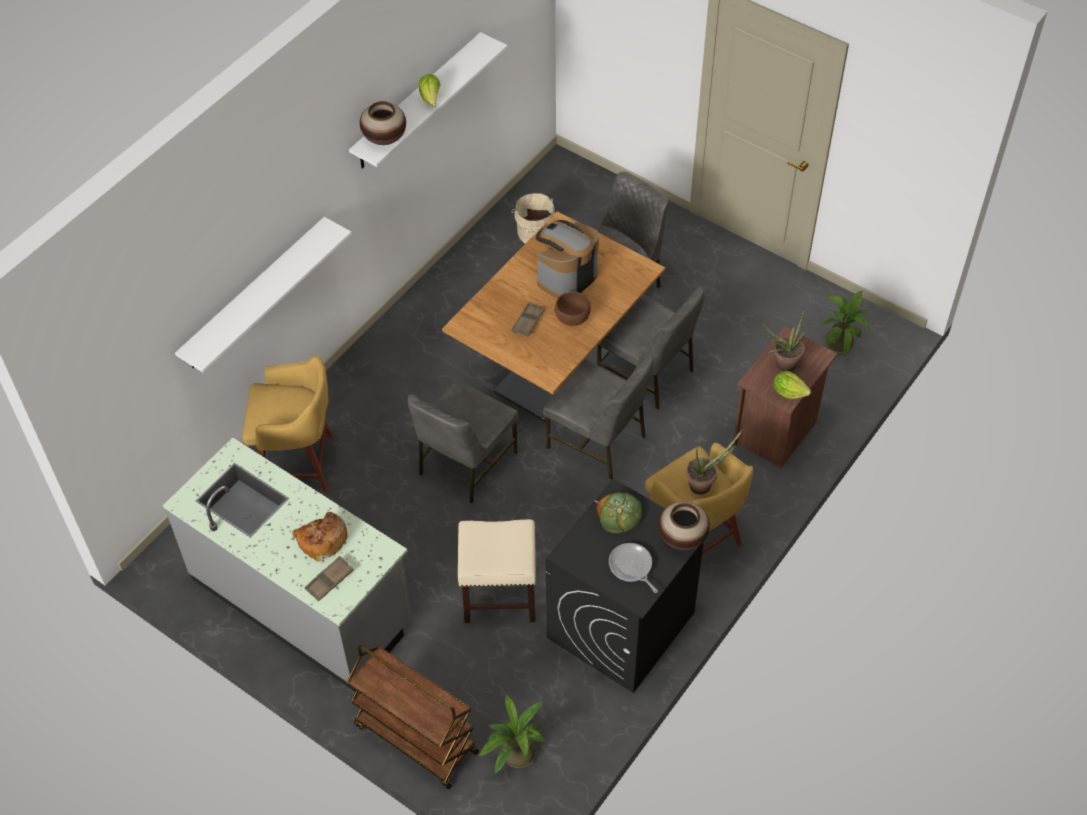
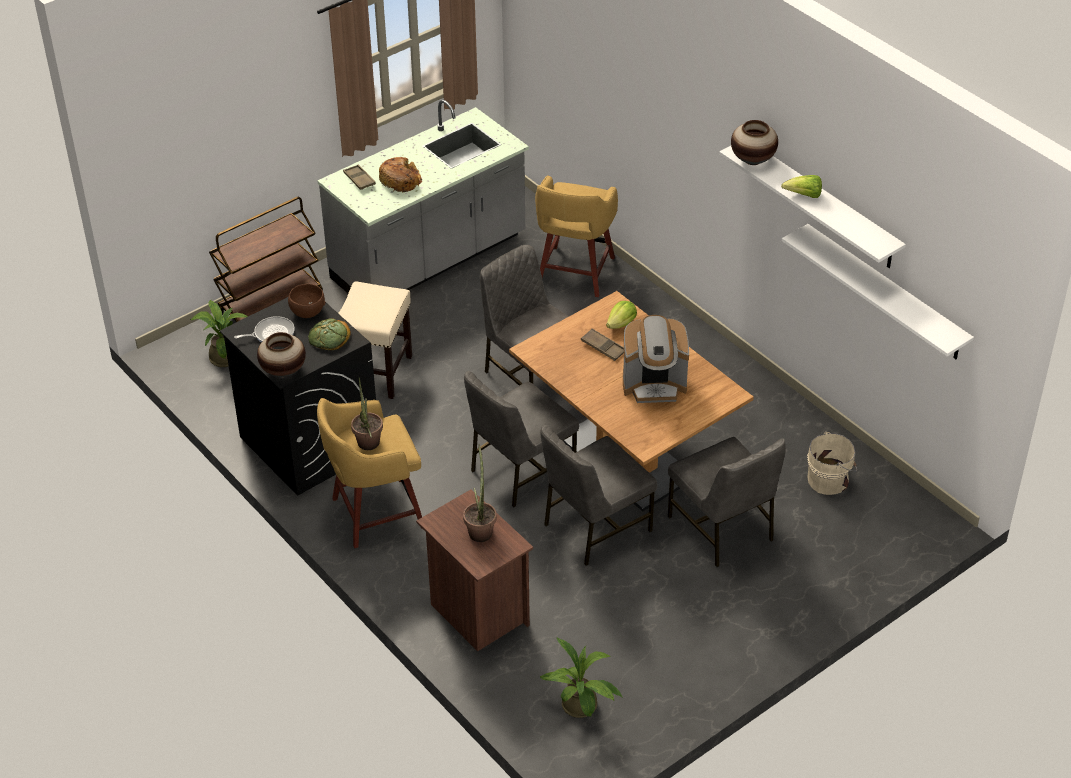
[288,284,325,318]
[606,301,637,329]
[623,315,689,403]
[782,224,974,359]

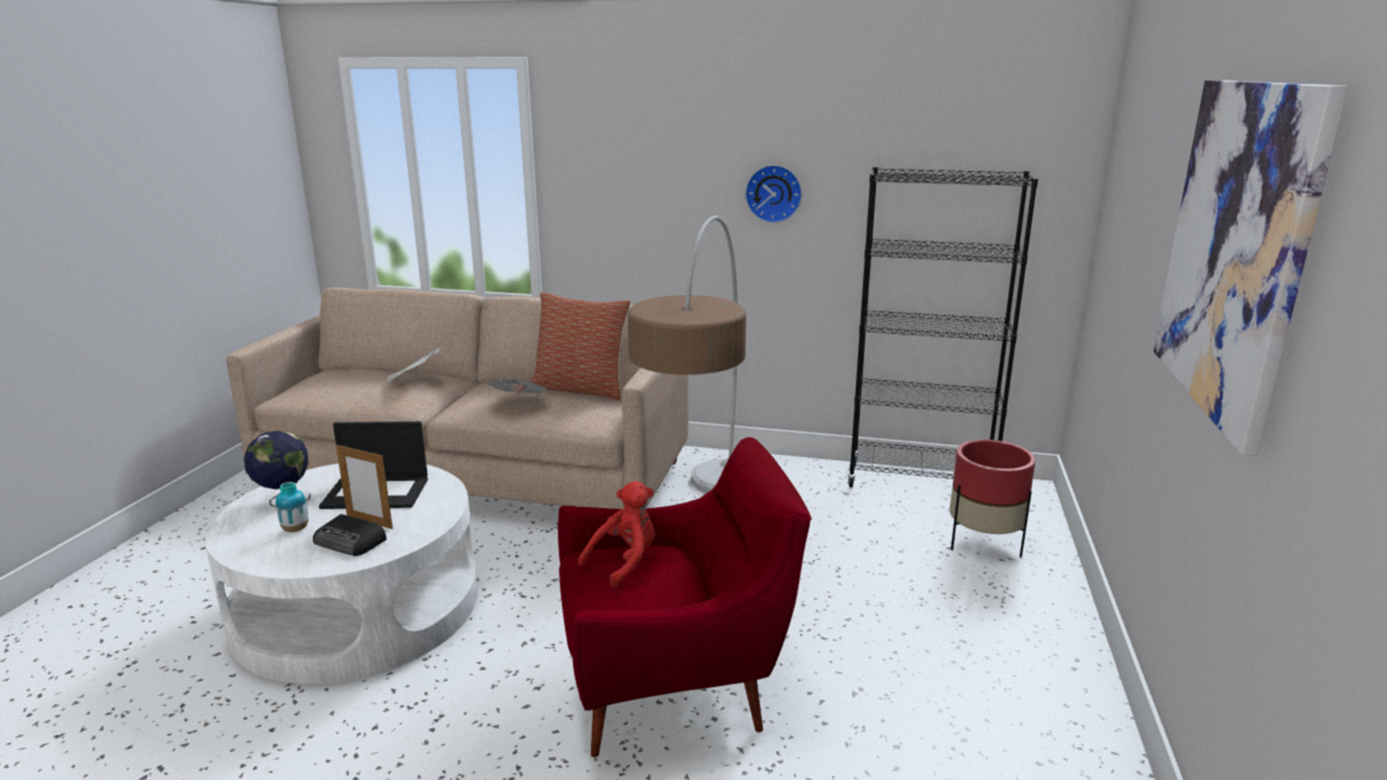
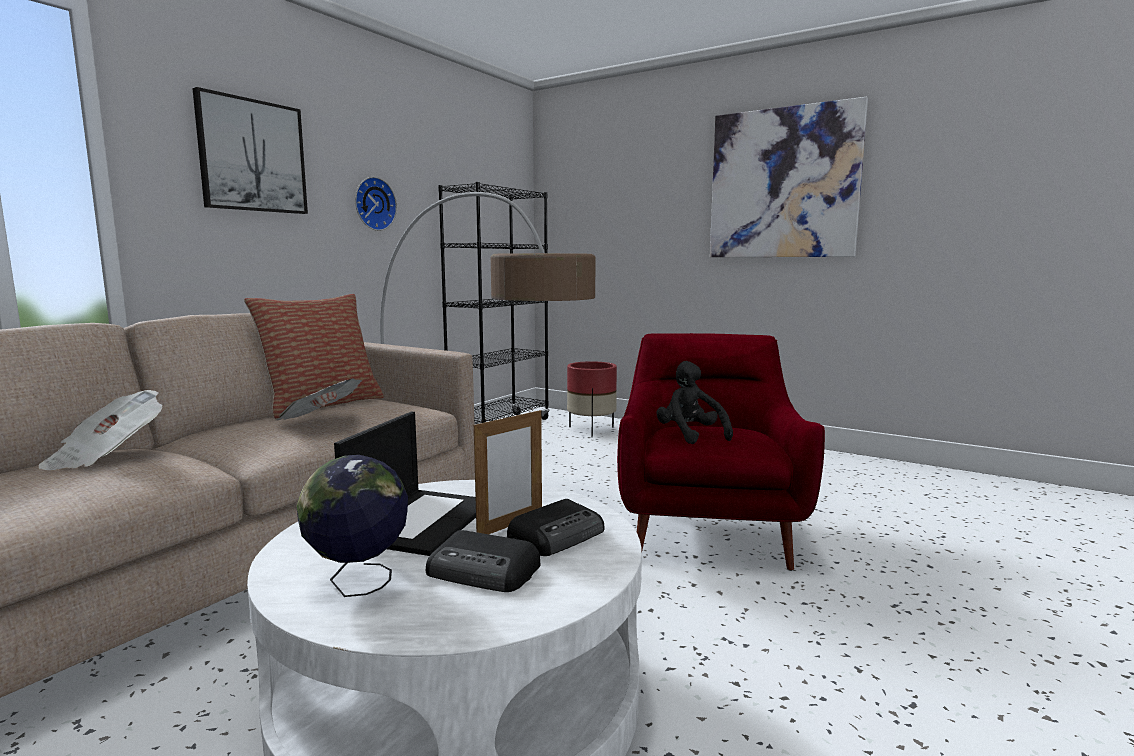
[192,87,308,214]
[426,530,540,592]
[656,361,733,444]

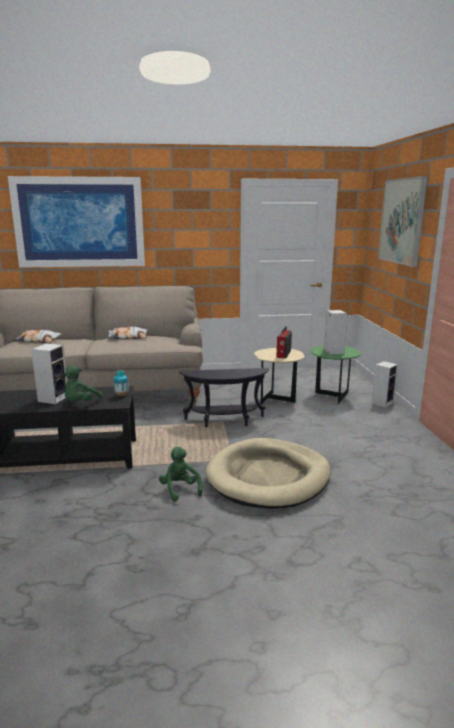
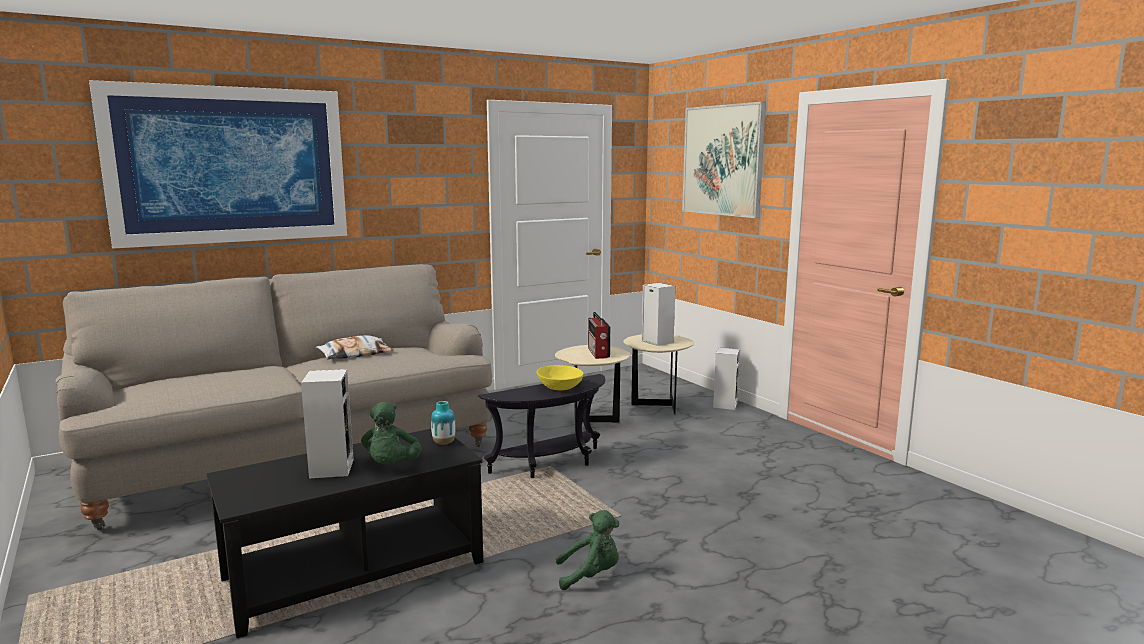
[537,365,583,391]
[556,510,619,590]
[623,334,694,415]
[13,330,62,343] (first image)
[205,438,331,509] (first image)

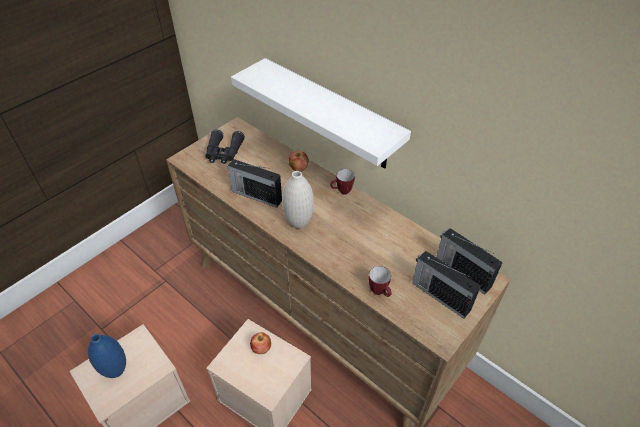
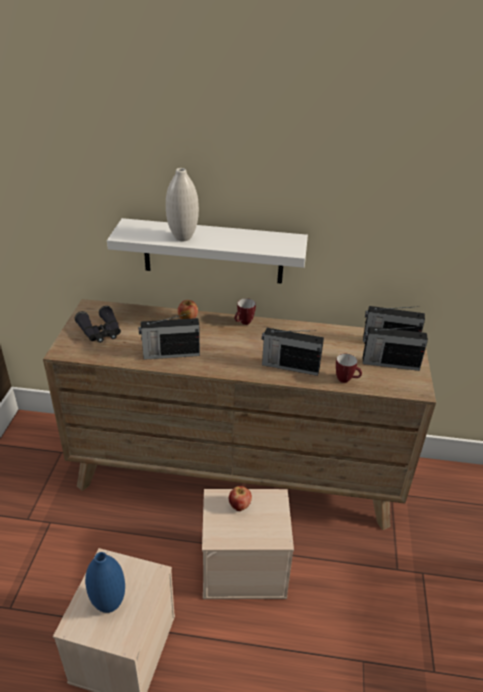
[166,168,199,241]
[262,328,324,376]

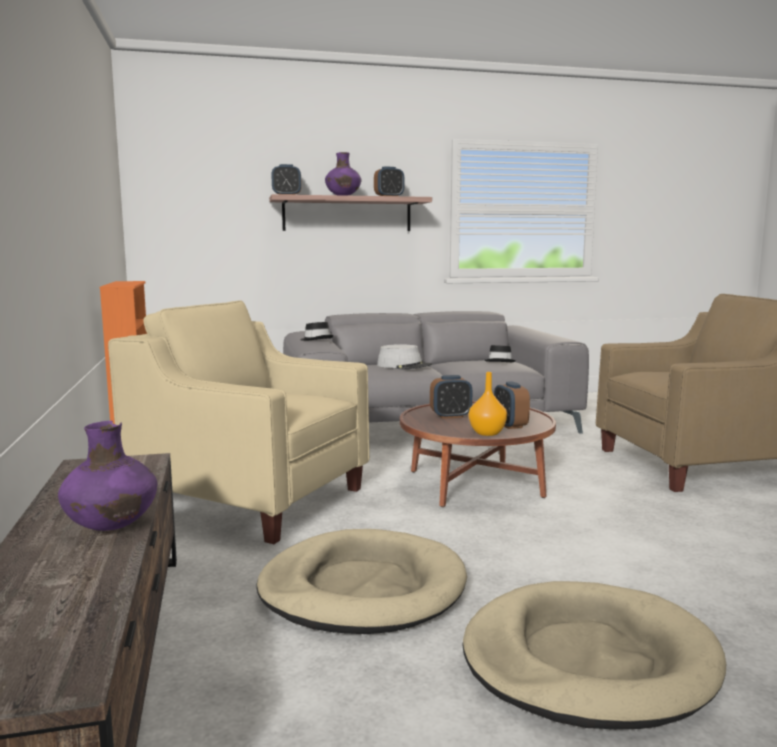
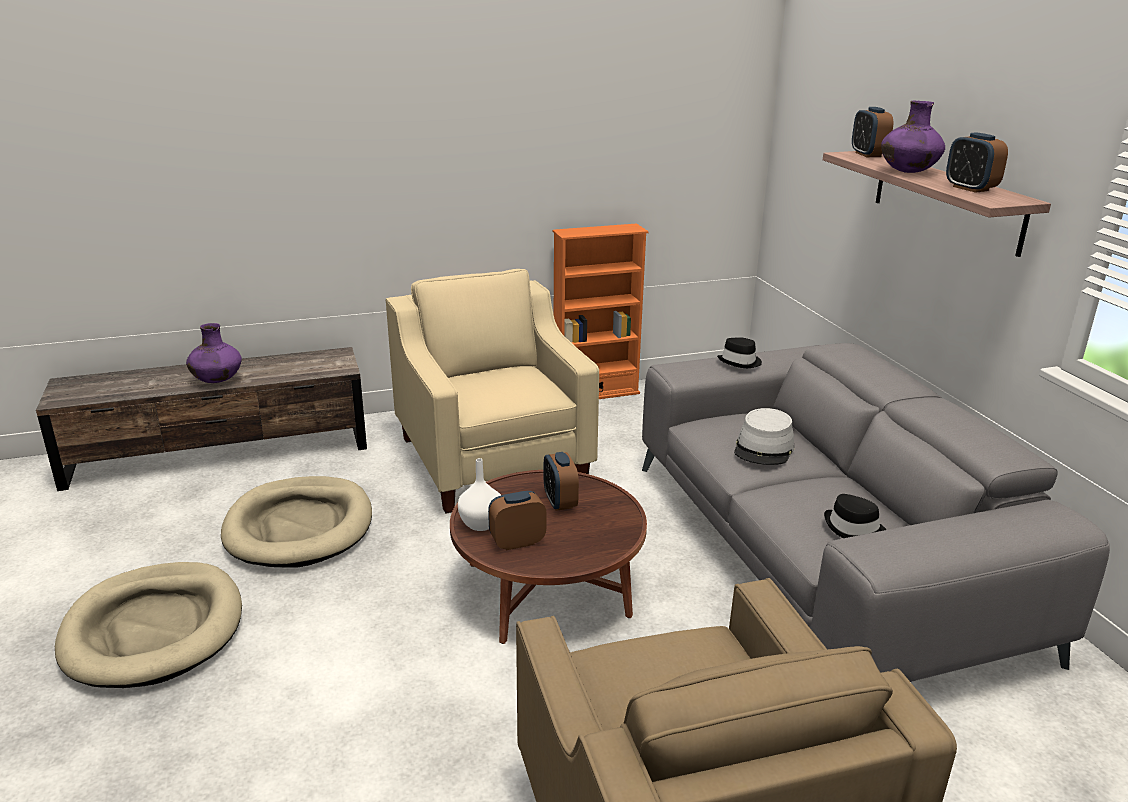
[386,269,599,514]
[458,458,501,531]

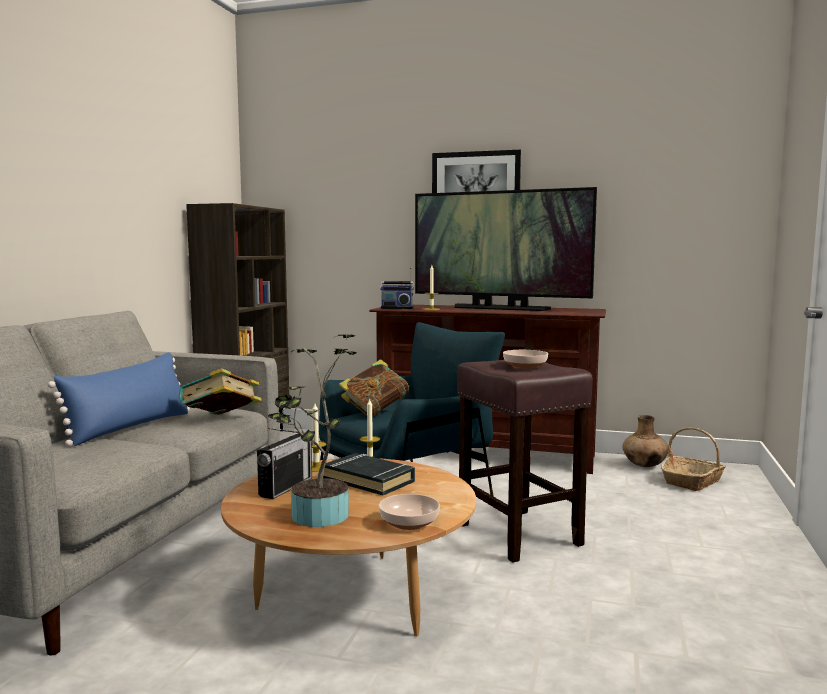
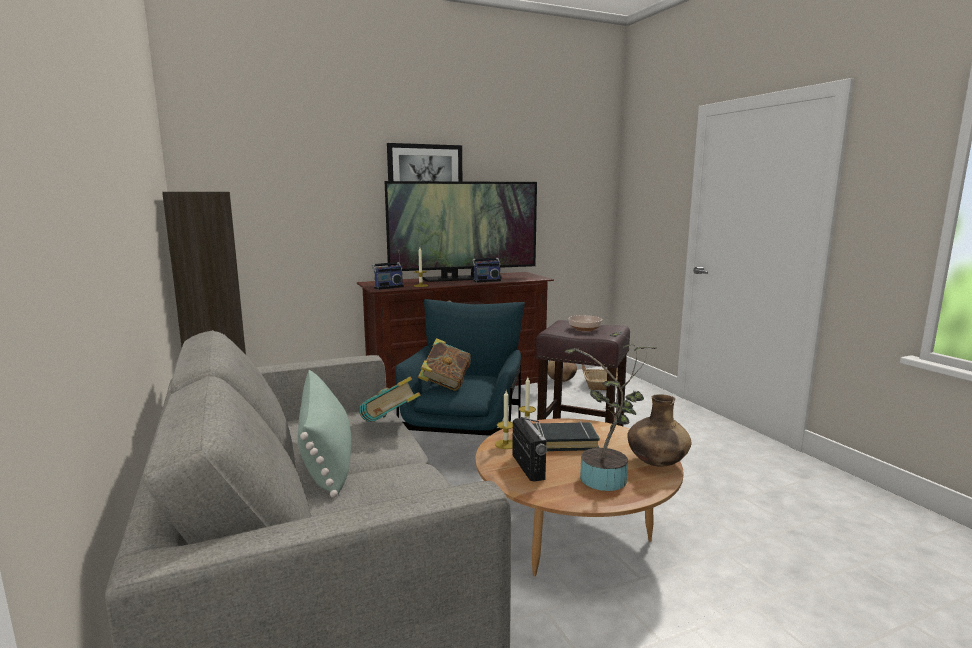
[298,370,351,498]
[472,246,501,283]
[627,394,691,466]

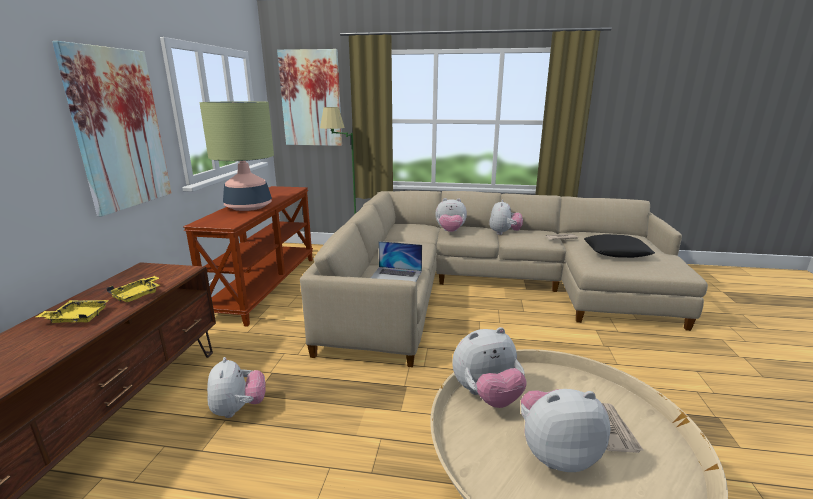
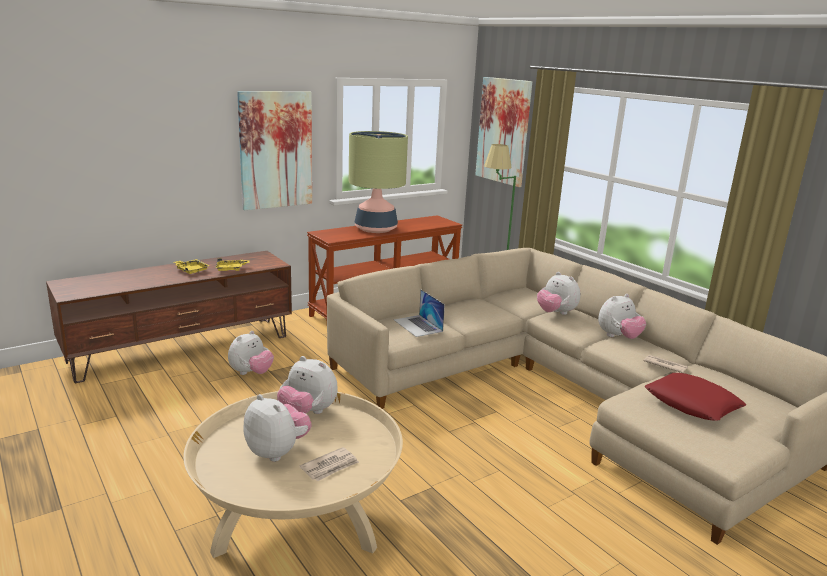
[645,373,746,421]

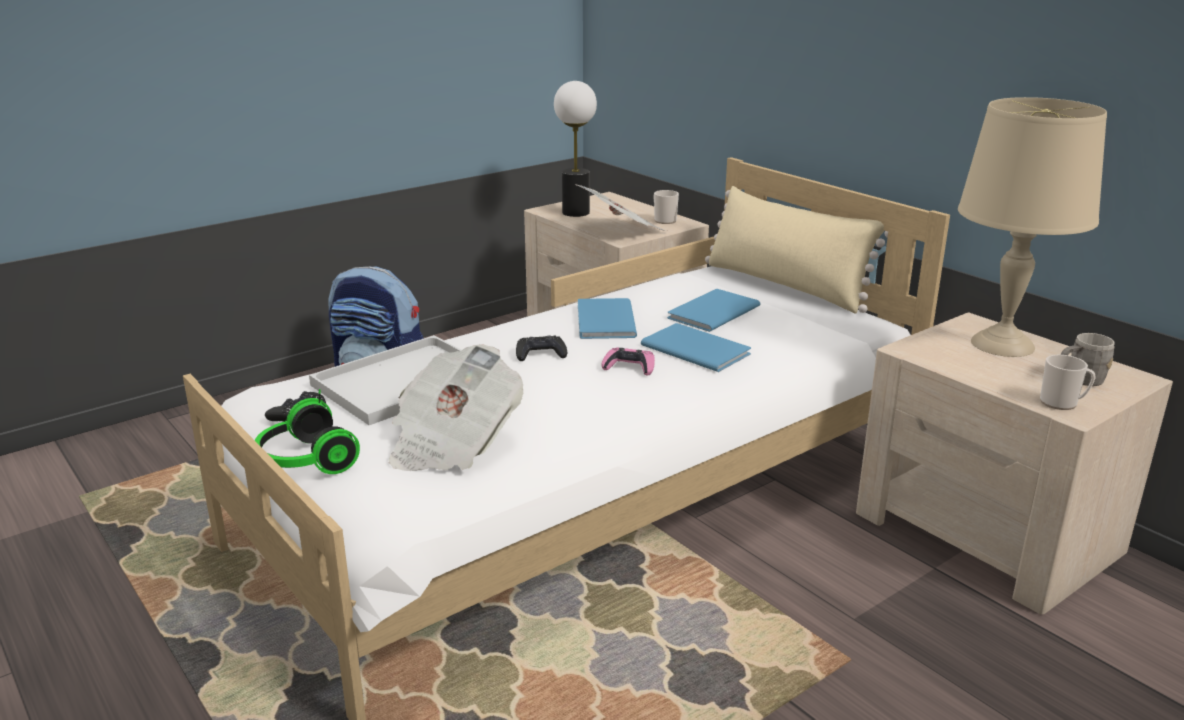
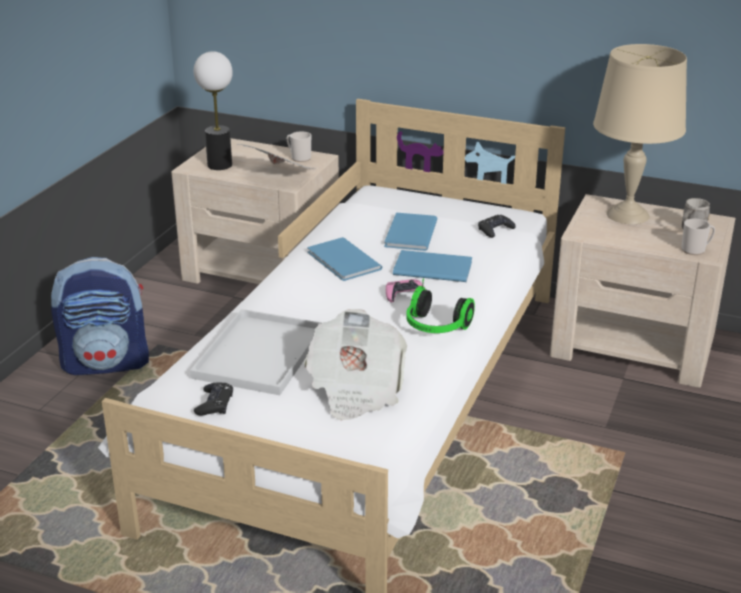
[406,279,475,333]
[478,215,516,238]
[705,186,888,314] (first image)

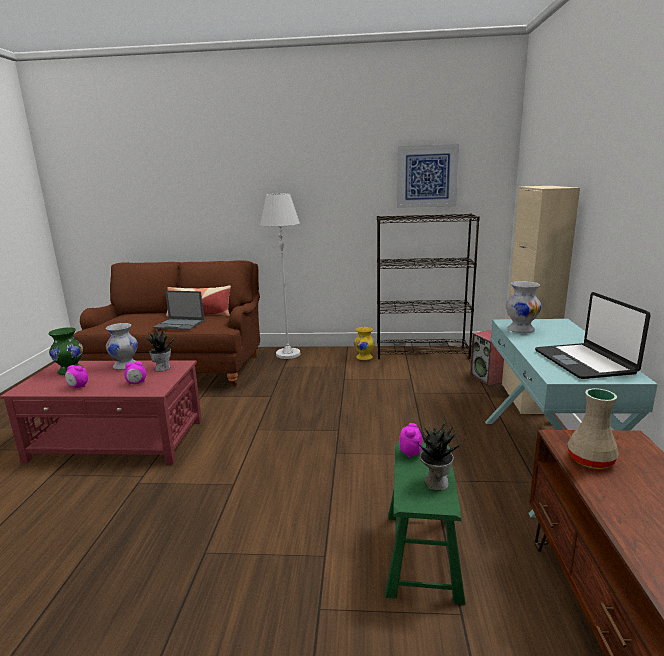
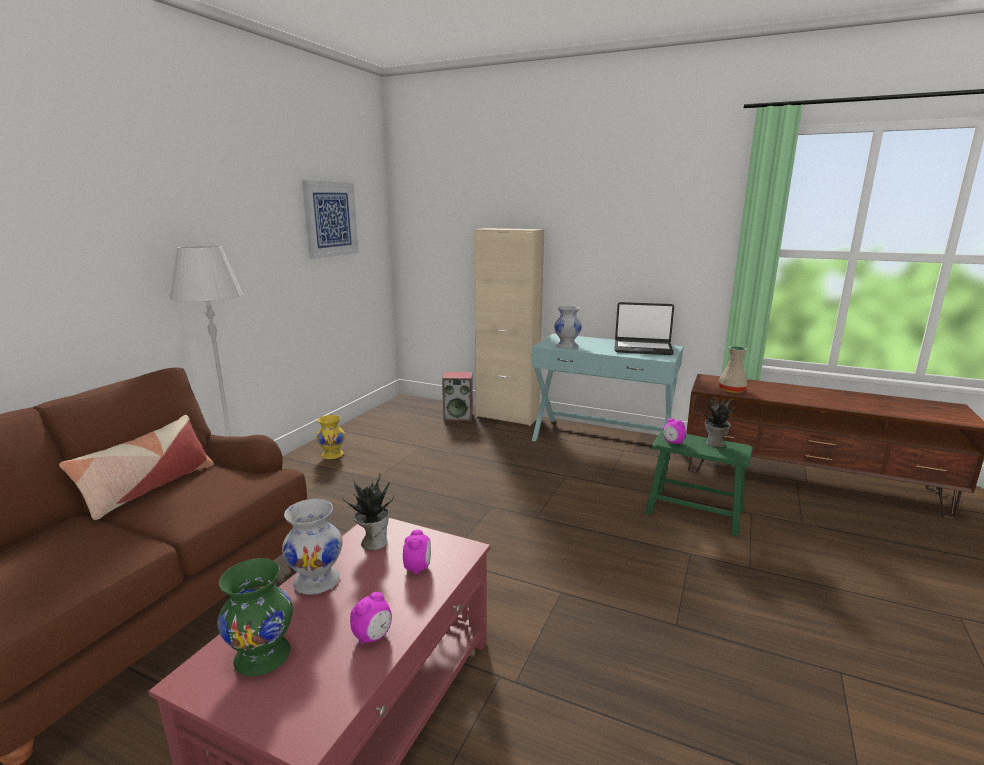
[153,290,204,330] (first image)
[377,213,480,359] (first image)

